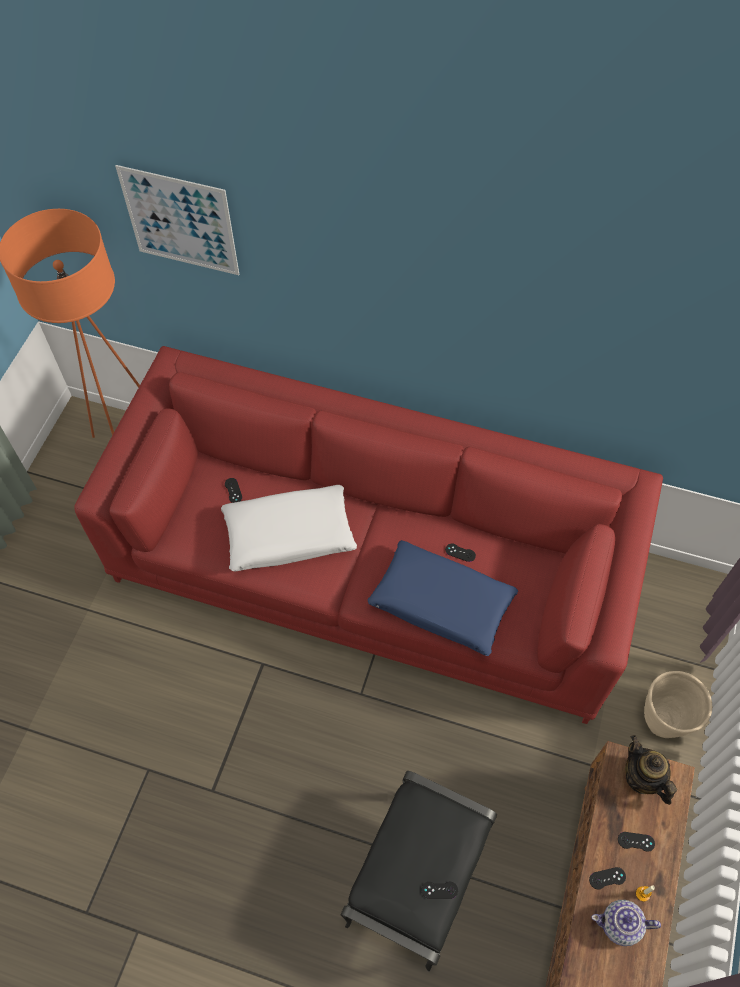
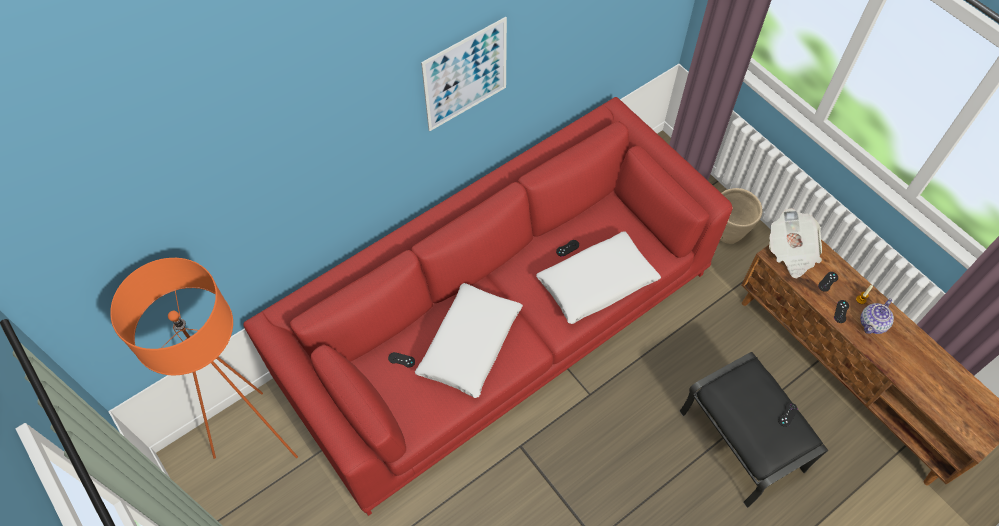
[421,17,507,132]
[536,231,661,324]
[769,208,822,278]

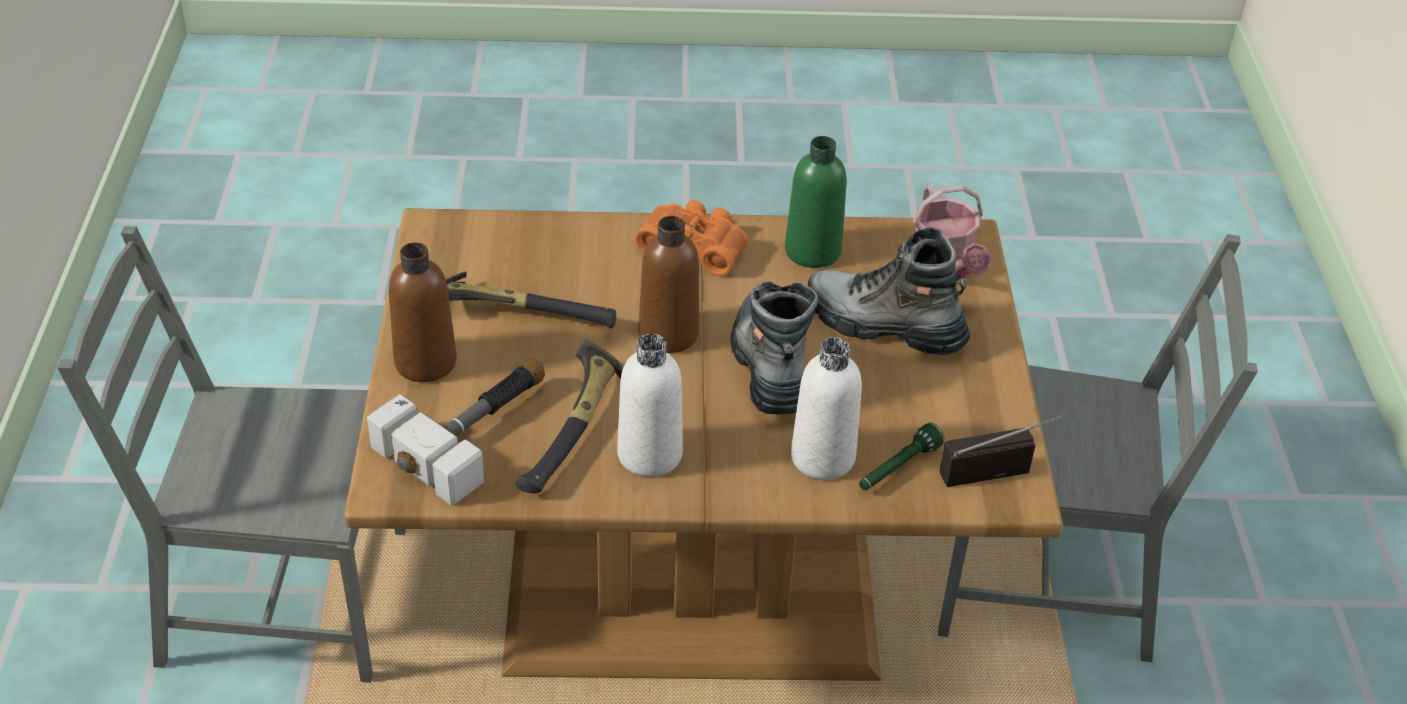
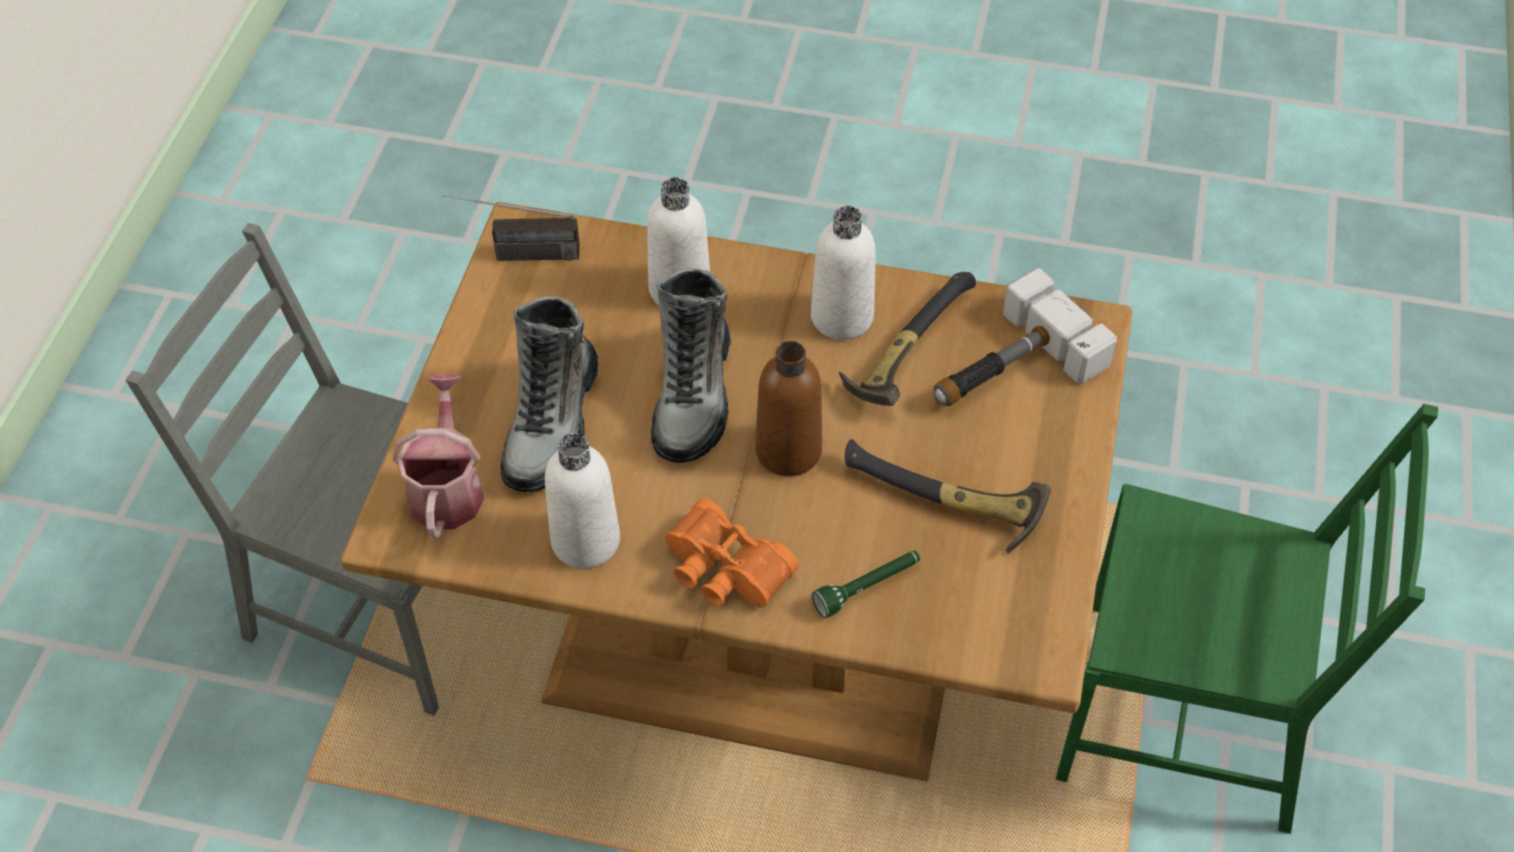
[501,296,598,492]
[545,433,620,569]
[812,551,920,618]
[1056,404,1438,834]
[389,242,457,382] (first image)

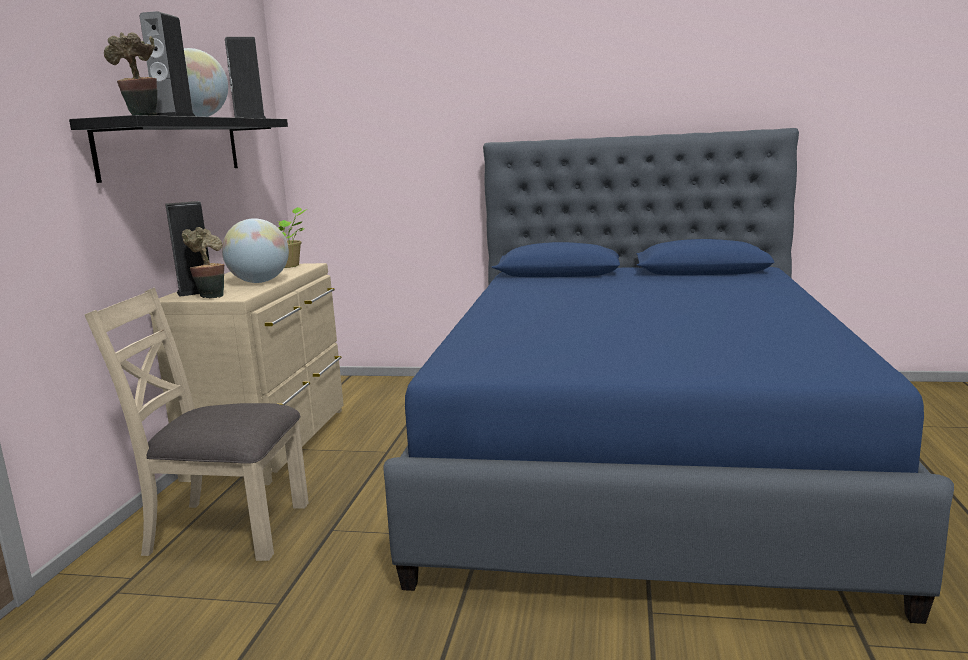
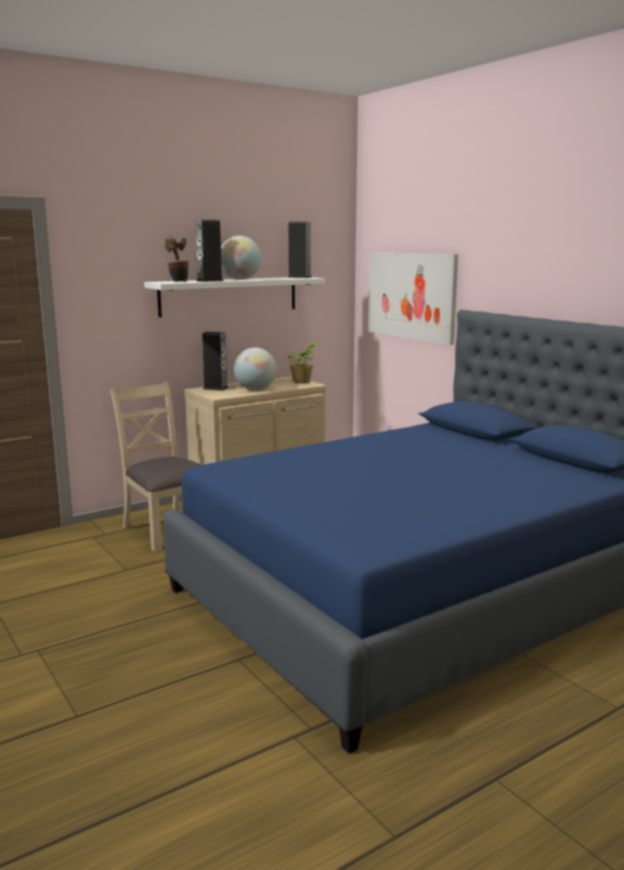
[144,277,325,317]
[368,252,458,345]
[182,227,224,299] (first image)

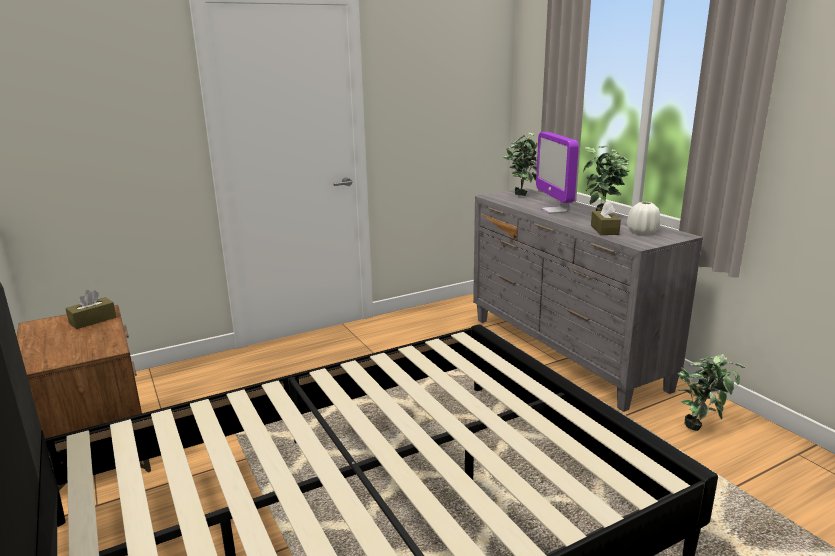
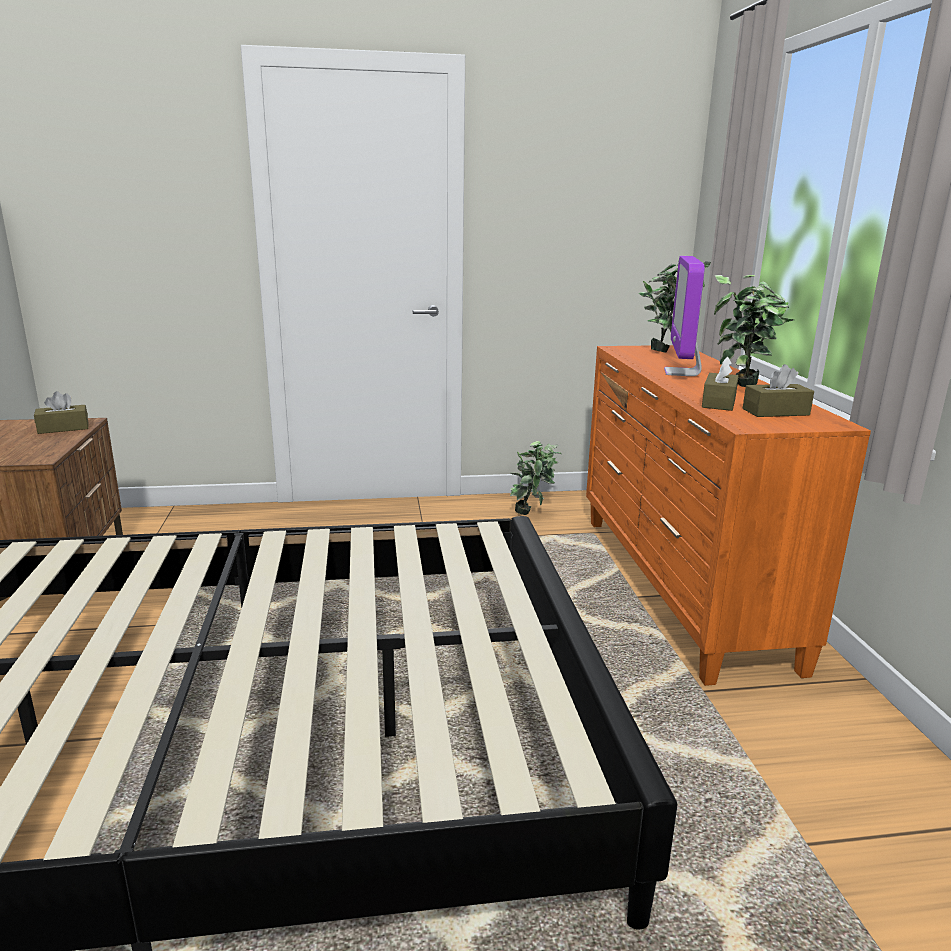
[510,441,562,515]
[586,345,871,686]
[743,364,814,417]

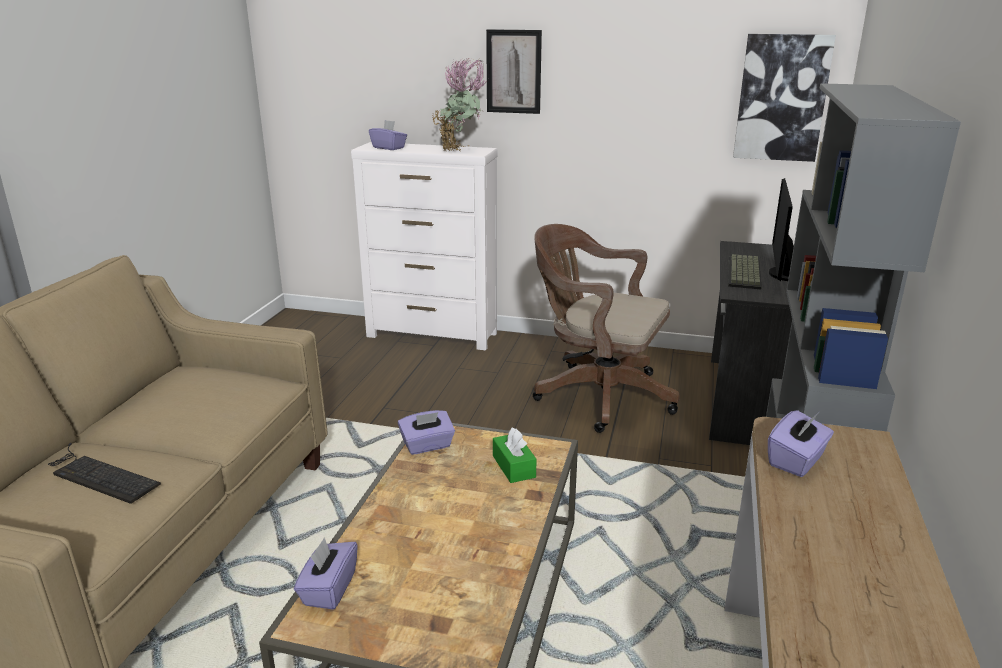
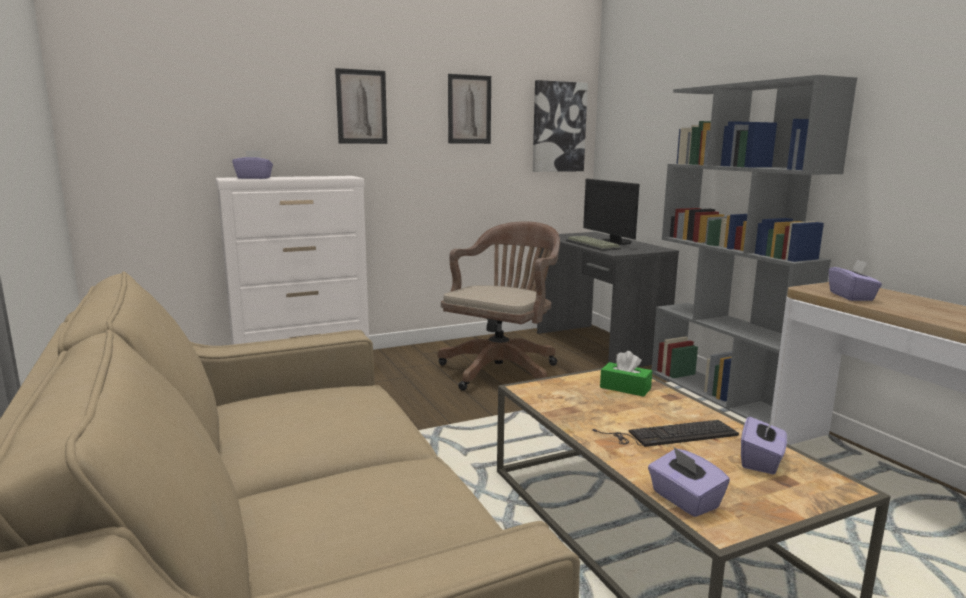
[437,221,560,391]
[448,74,491,144]
[593,420,739,447]
[741,417,787,474]
[432,58,488,152] (first image)

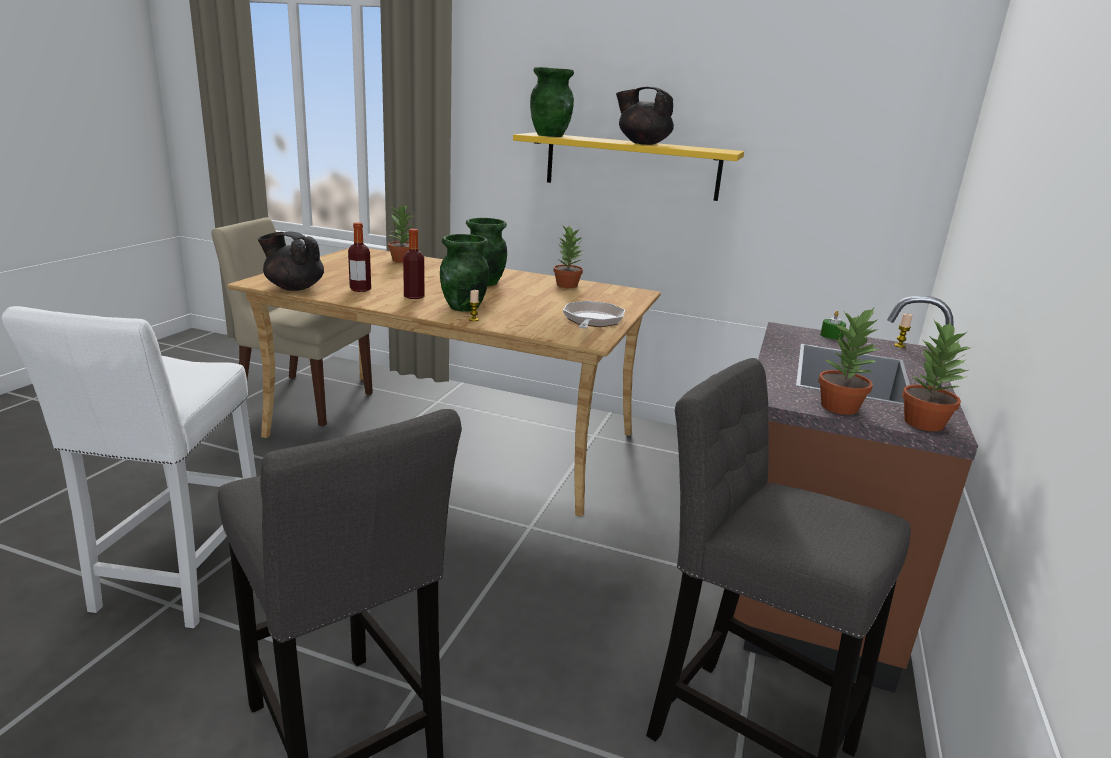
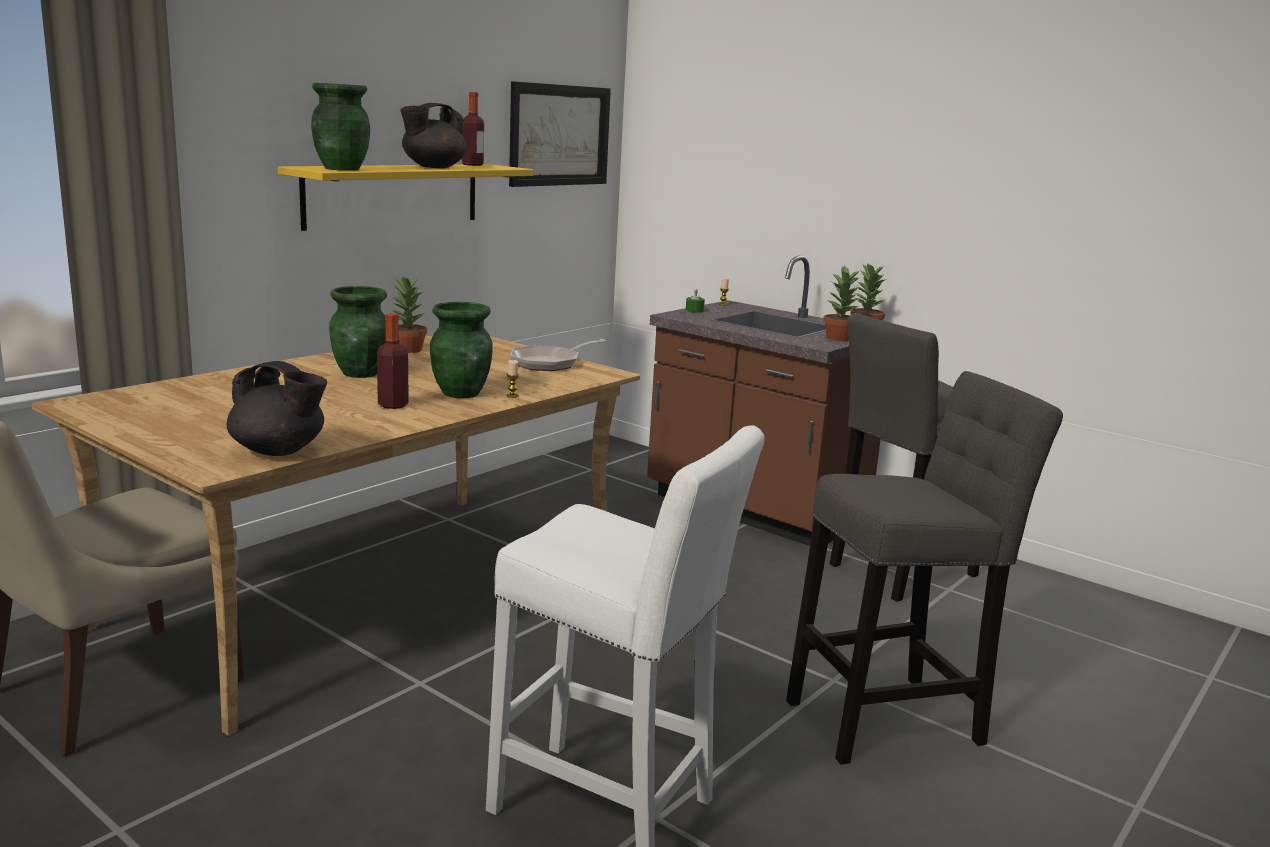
[227,361,327,456]
[462,92,484,166]
[509,81,611,187]
[510,339,607,371]
[388,205,414,263] (first image)

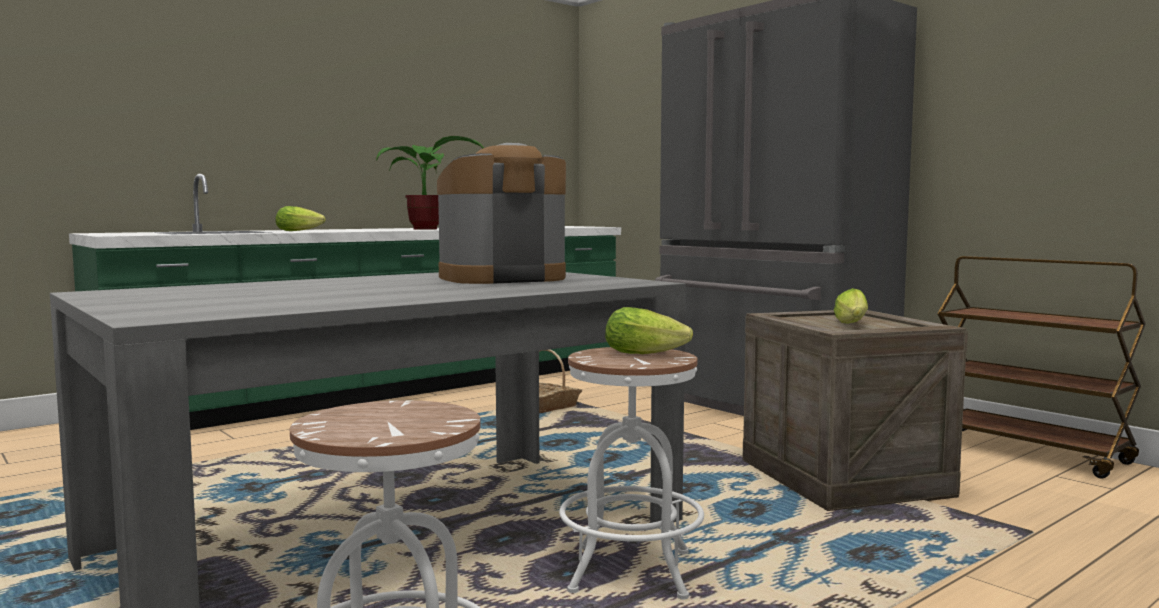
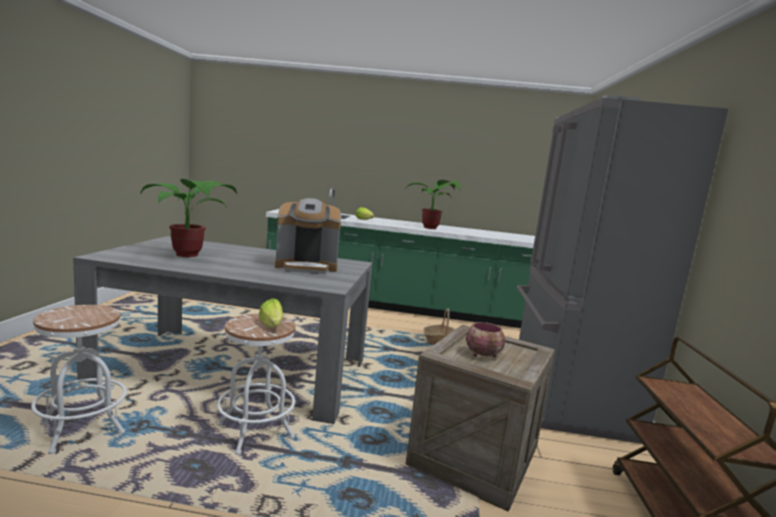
[141,179,238,257]
[275,198,341,274]
[466,322,505,357]

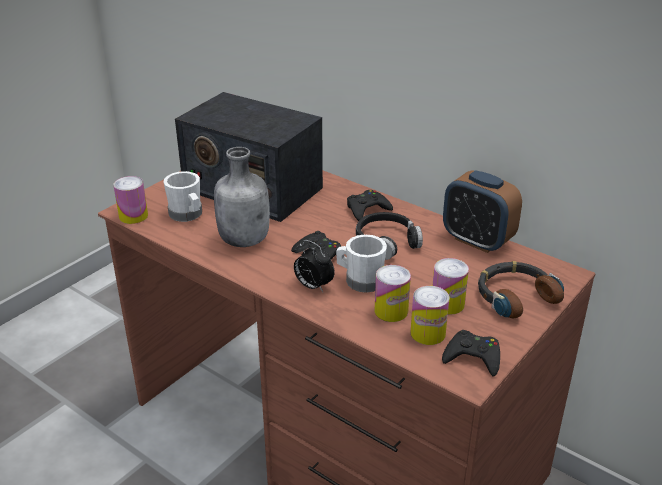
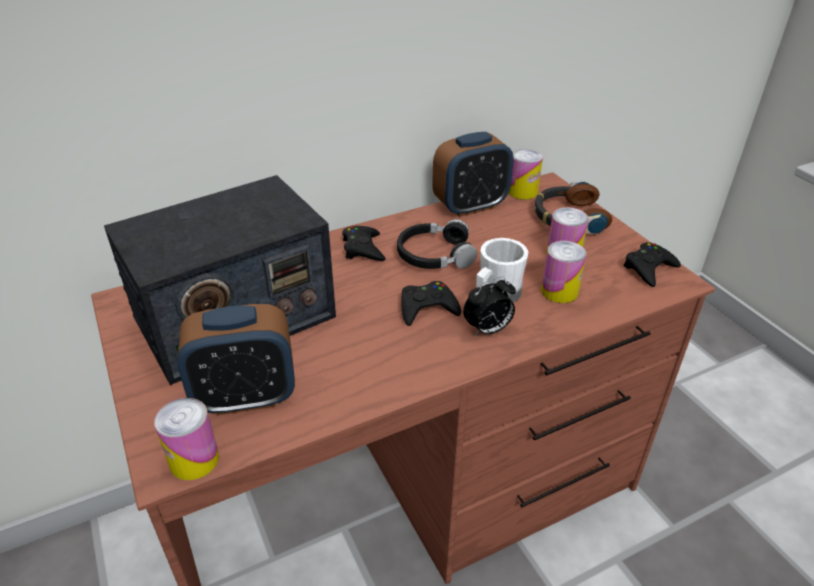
[177,304,295,415]
[509,149,543,200]
[214,147,270,247] (first image)

